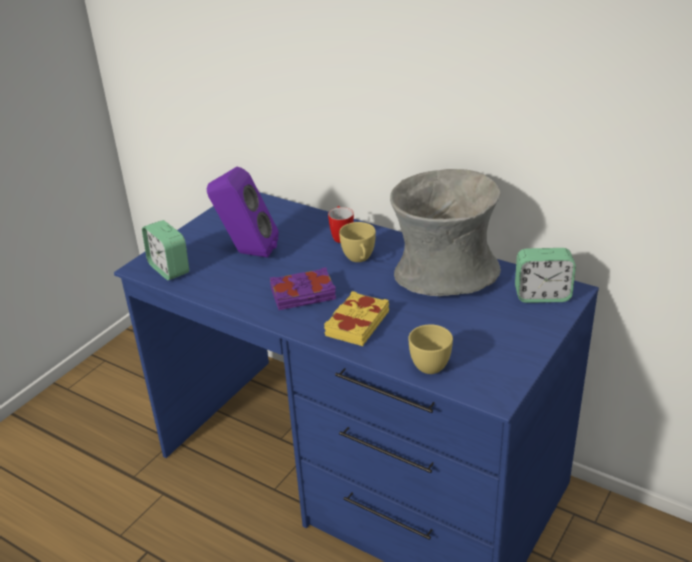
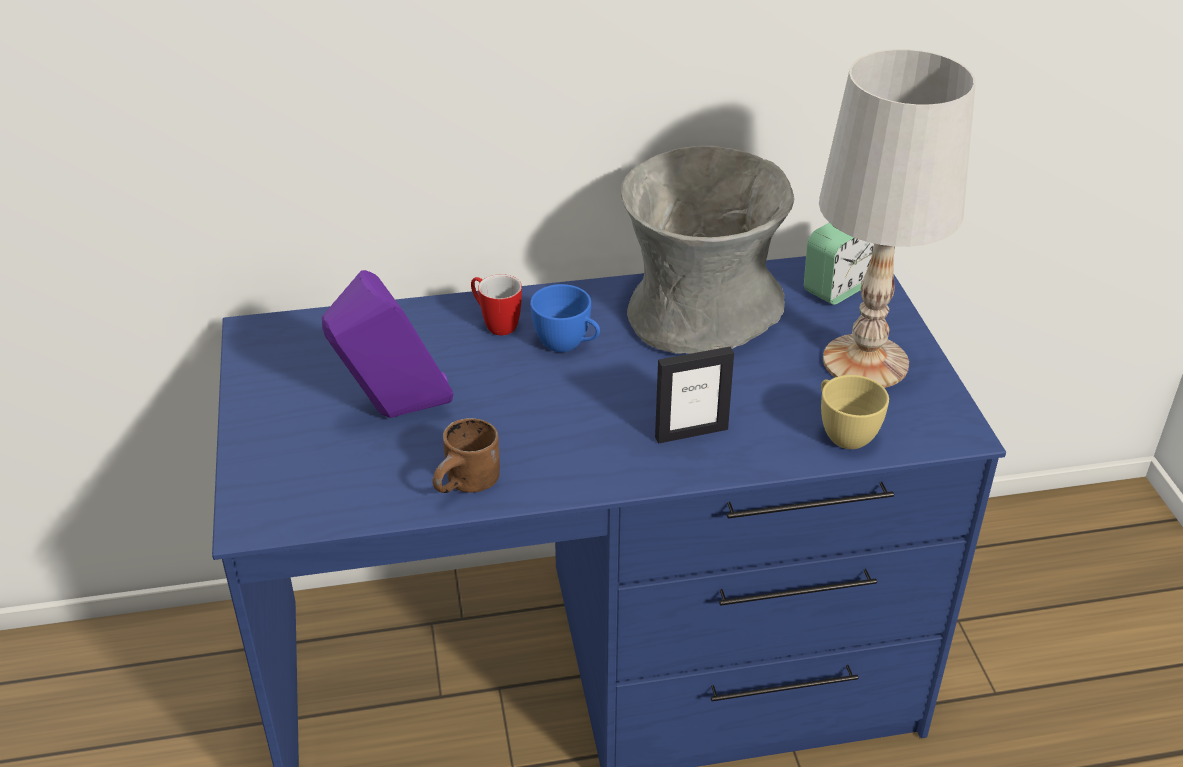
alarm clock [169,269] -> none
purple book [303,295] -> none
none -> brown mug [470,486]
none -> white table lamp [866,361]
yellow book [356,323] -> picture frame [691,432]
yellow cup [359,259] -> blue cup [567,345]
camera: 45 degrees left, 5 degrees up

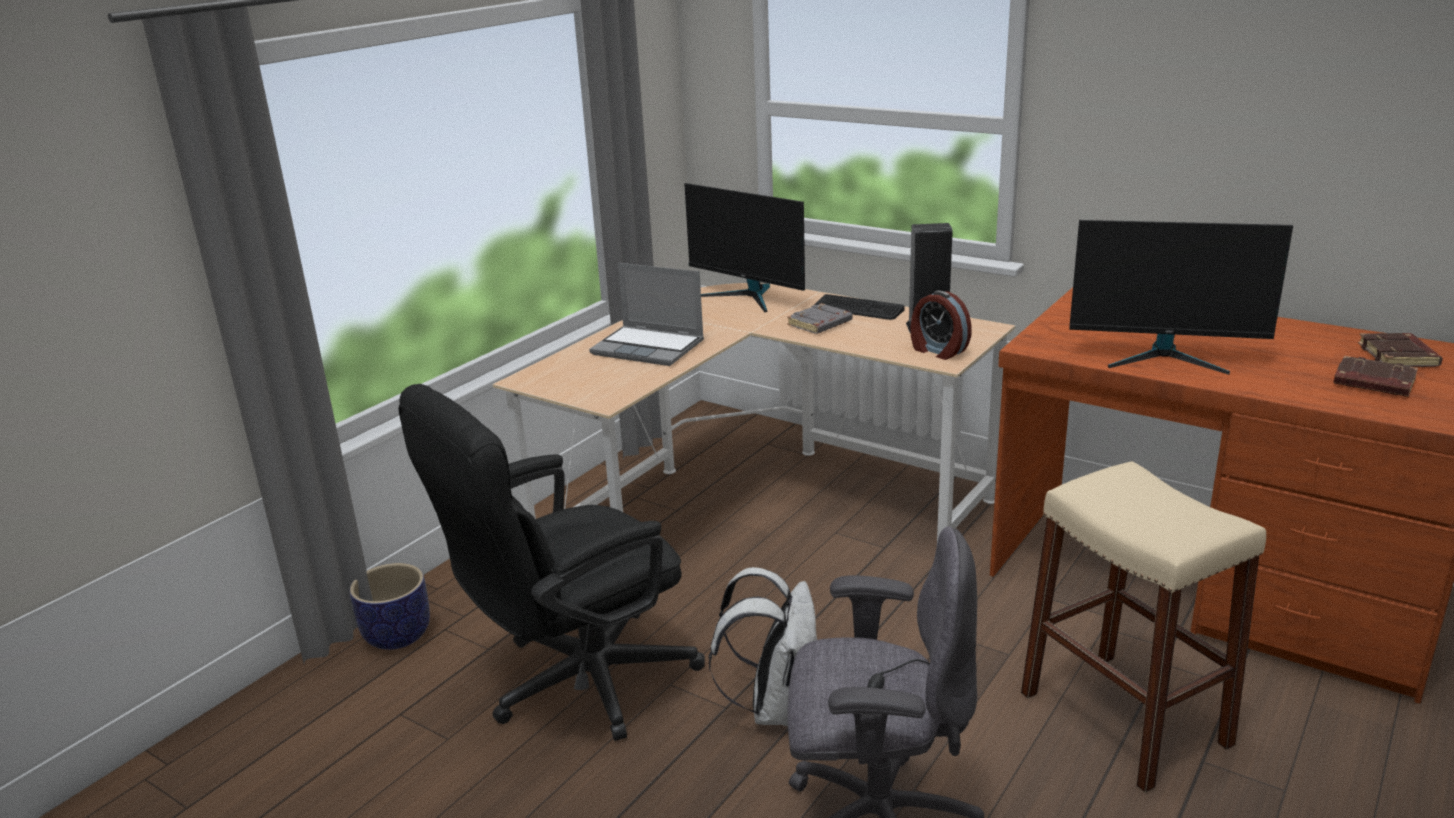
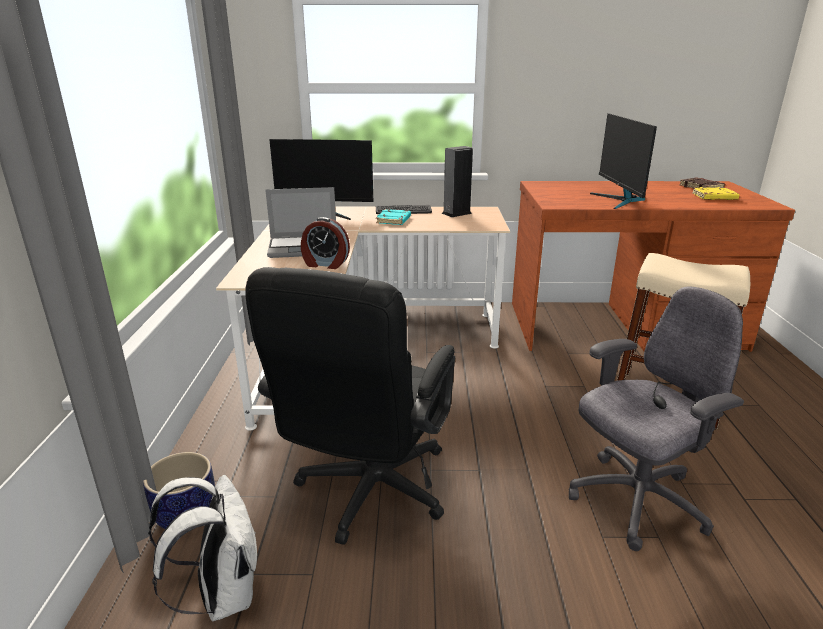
white backpack [775,706] -> white backpack [222,594], relocated
alarm clock [938,351] -> alarm clock [325,264], relocated
grey book [820,324] -> turquoise book [394,220]
brown book [1372,383] -> yellow book [714,197]
monitor [1165,357] -> monitor [620,200], 105 degrees clockwise
camera: 35 degrees left, 0 degrees up

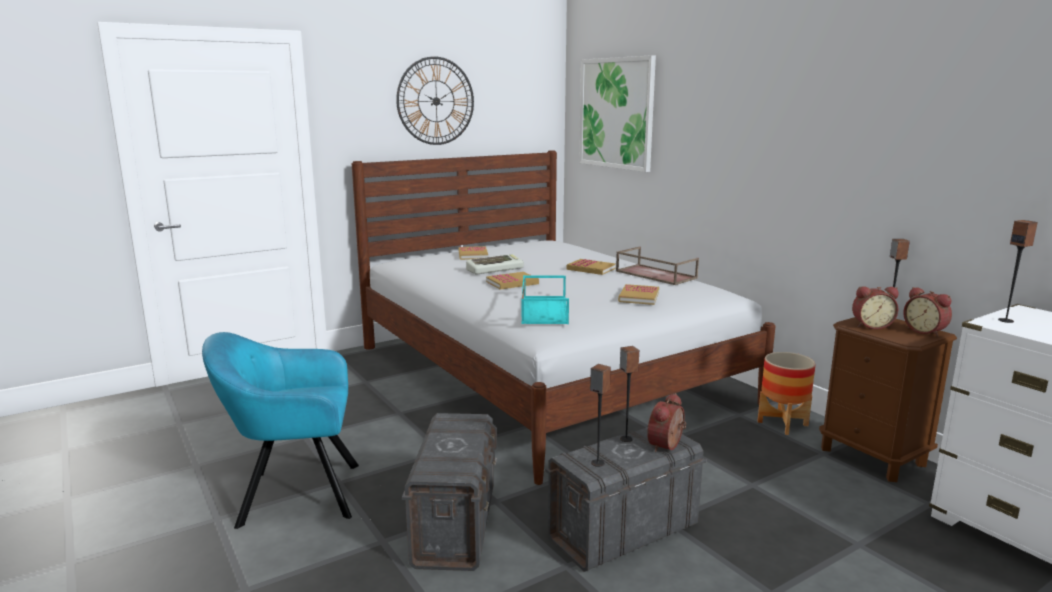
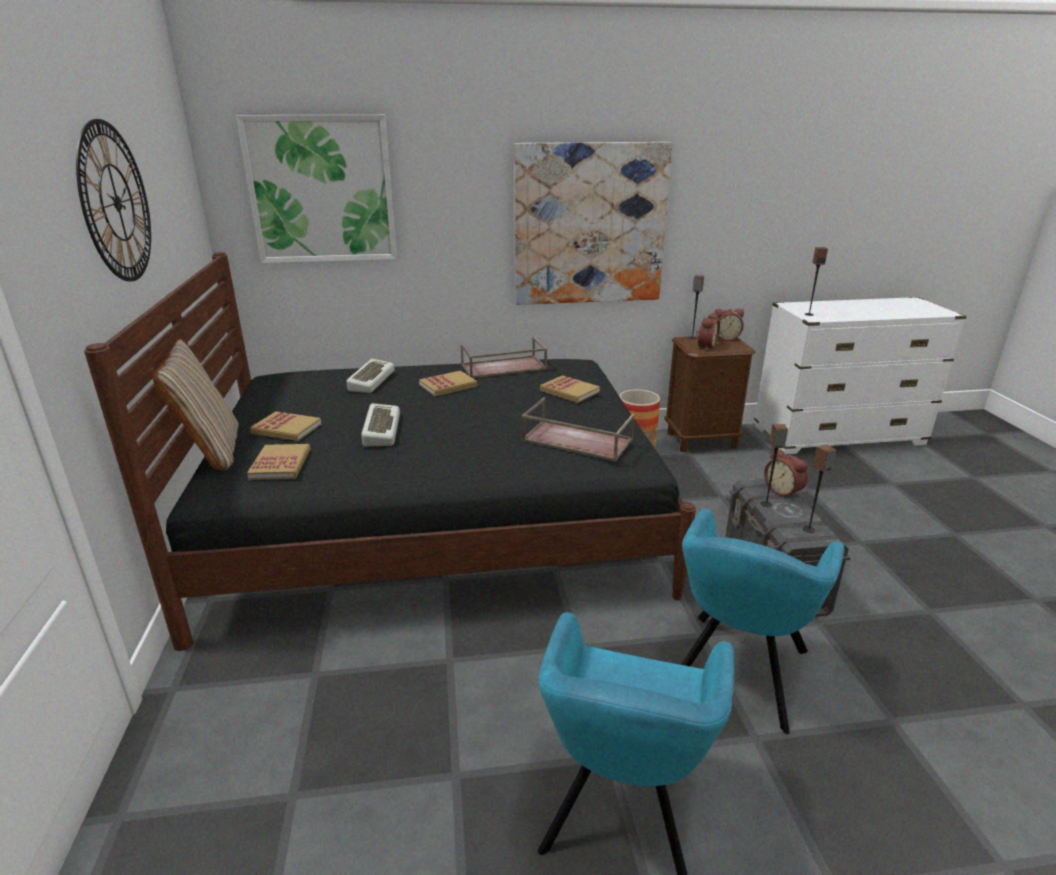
none -> beige pillow [210,451]
none -> keyboard [370,380]
none -> picture [590,225]
book [512,283] -> book [280,464], relocated
grey storage box [455,525] -> turquoise armchair [737,673]
white bed [546,373] -> black bed [437,522]
turquoise tray [543,309] -> brown tray [575,440]
camera: 65 degrees left, 10 degrees up

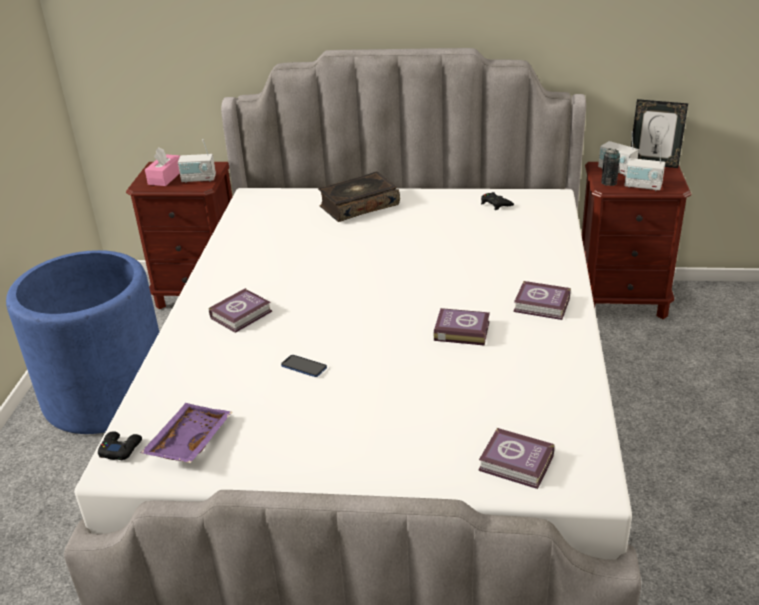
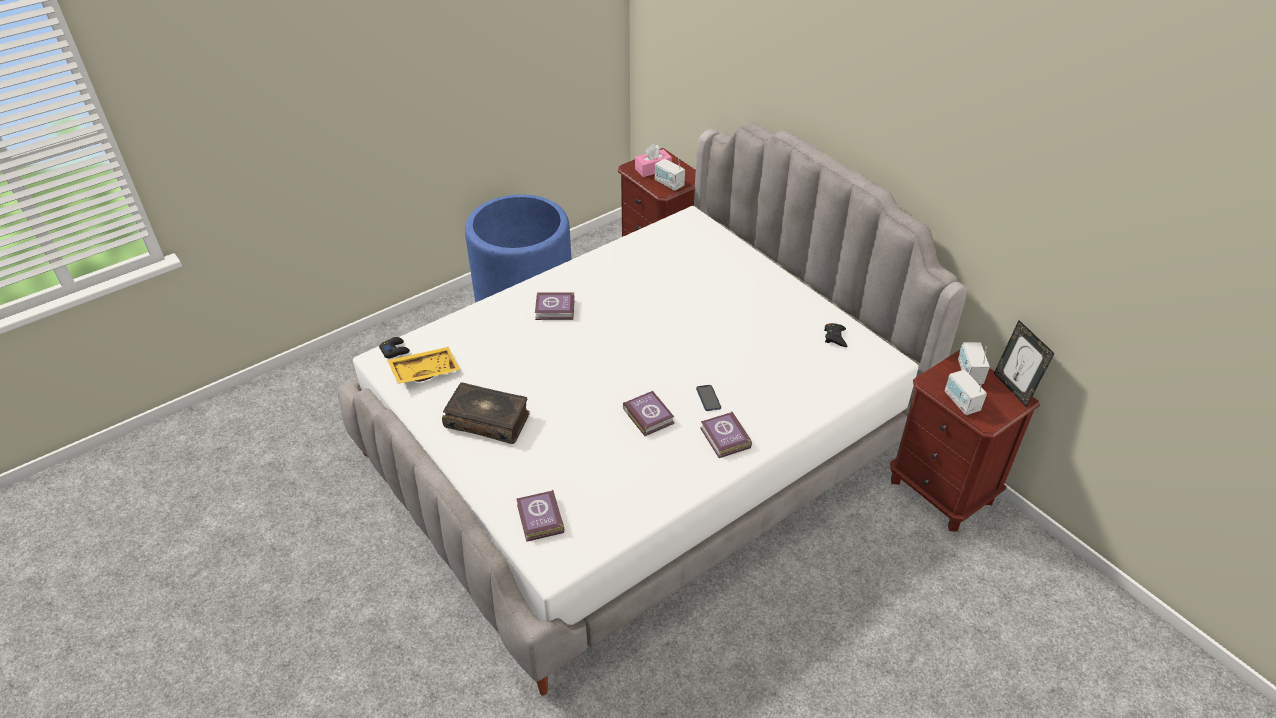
can [609,183] -> none
phone [304,367] -> phone [708,398], relocated
book [358,206] -> book [488,420], relocated
purple tray [188,441] -> yellow tray [424,371]
camera: 45 degrees right, 10 degrees up

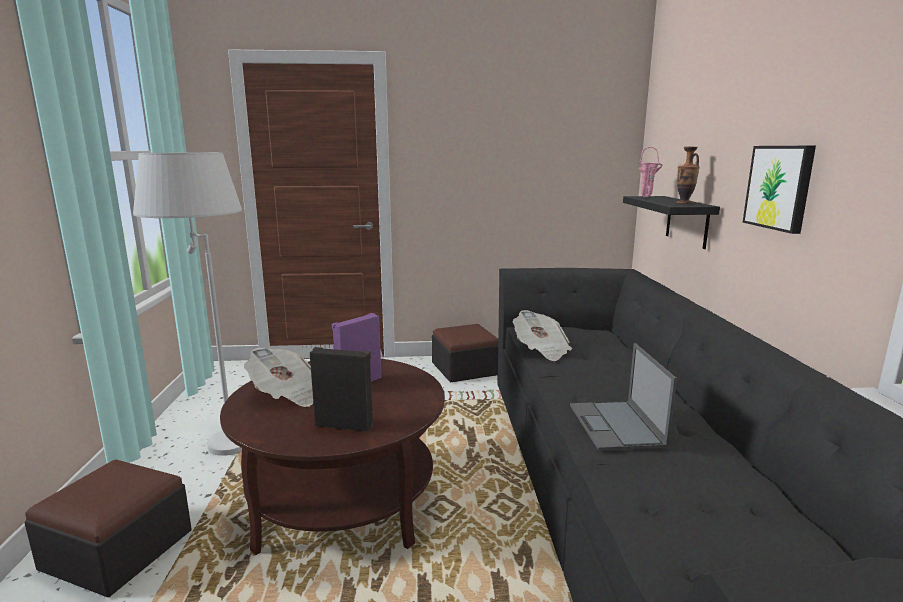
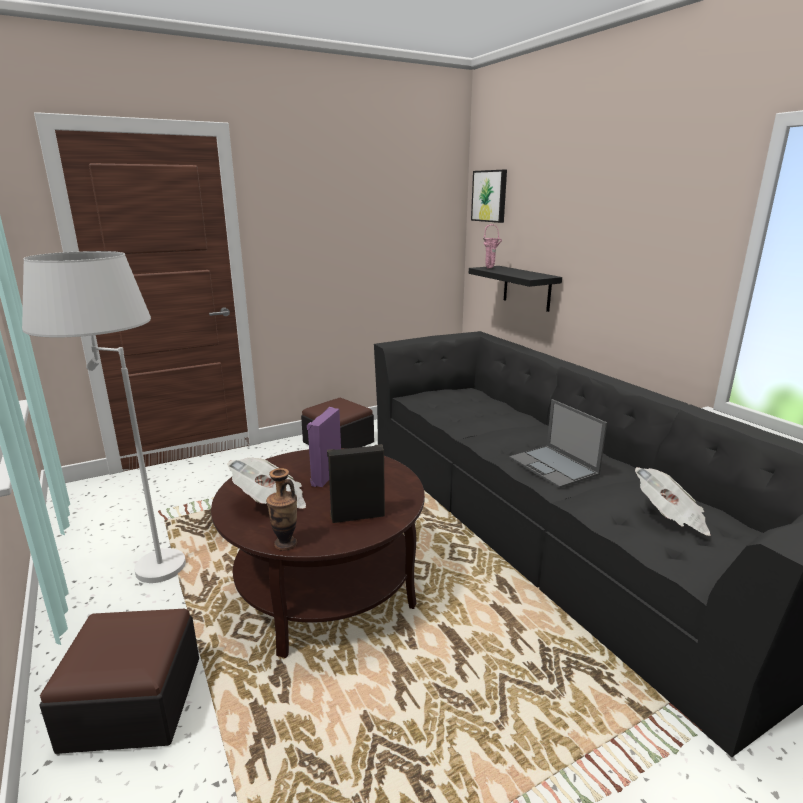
newspaper [541,350] -> newspaper [670,518], relocated
vase [684,203] -> vase [285,544], relocated
picture [780,187] -> picture [490,196], relocated
camera: 25 degrees left, 5 degrees up

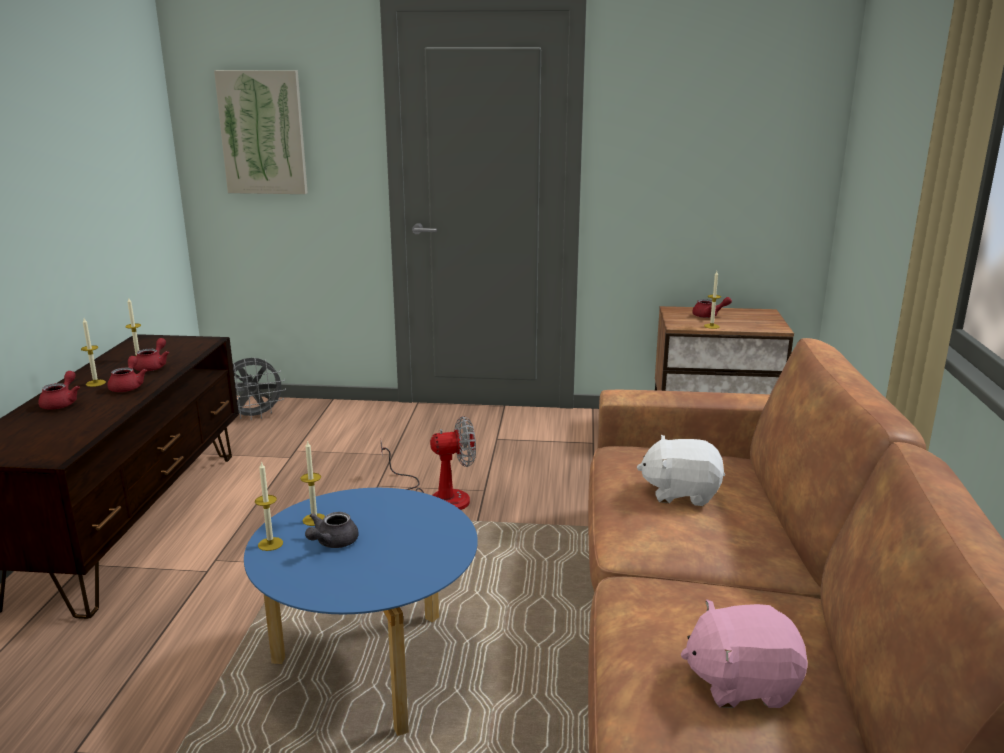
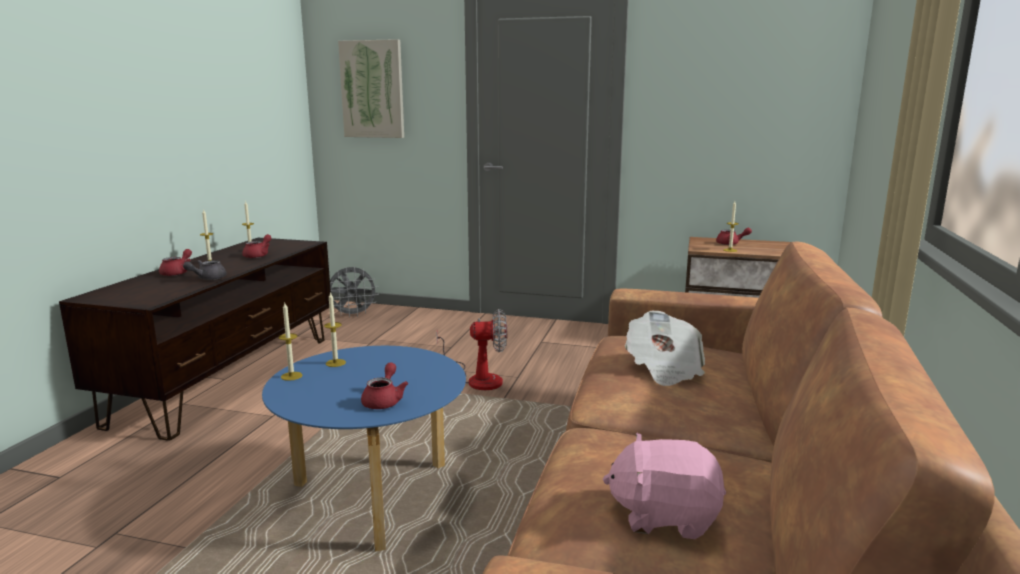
red teapot [128,386] -> red teapot [384,400], relocated
grey teapot [332,543] -> grey teapot [207,278], relocated
white plush toy [681,493] -> newspaper [664,369]
camera: 10 degrees right, 5 degrees down

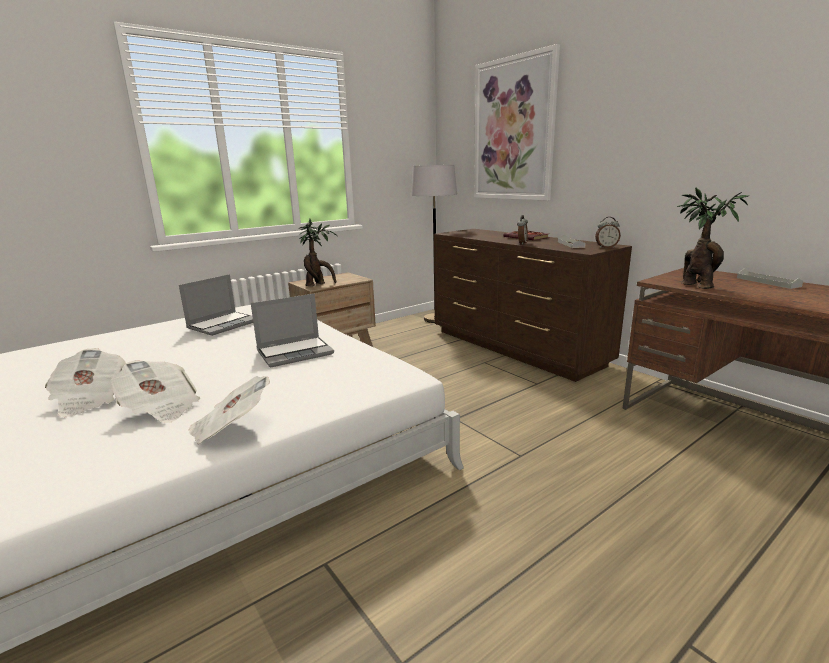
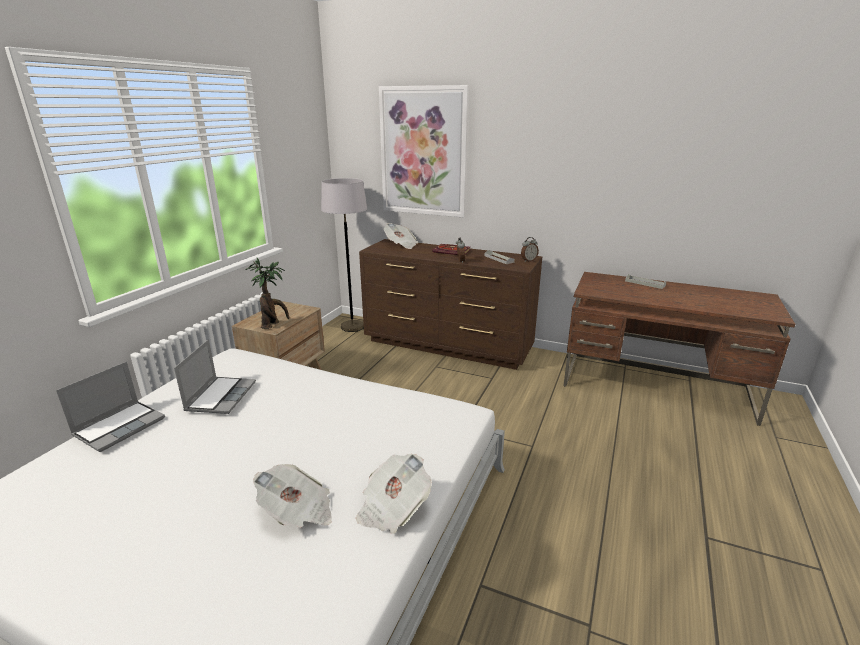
potted plant [695,285] -> none
newspaper [89,399] -> newspaper [401,245], relocated
laptop [296,352] -> laptop [120,426], relocated
camera: 30 degrees left, 5 degrees up

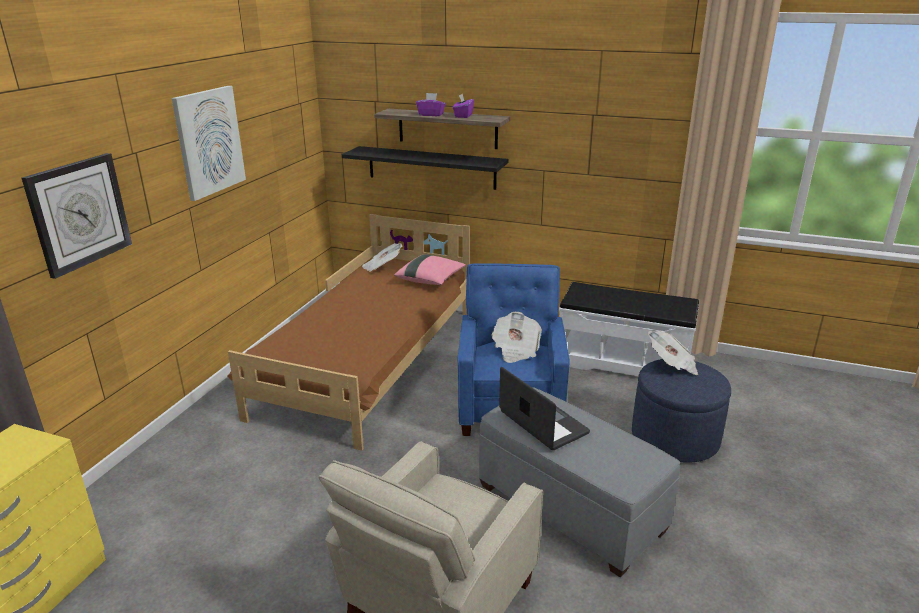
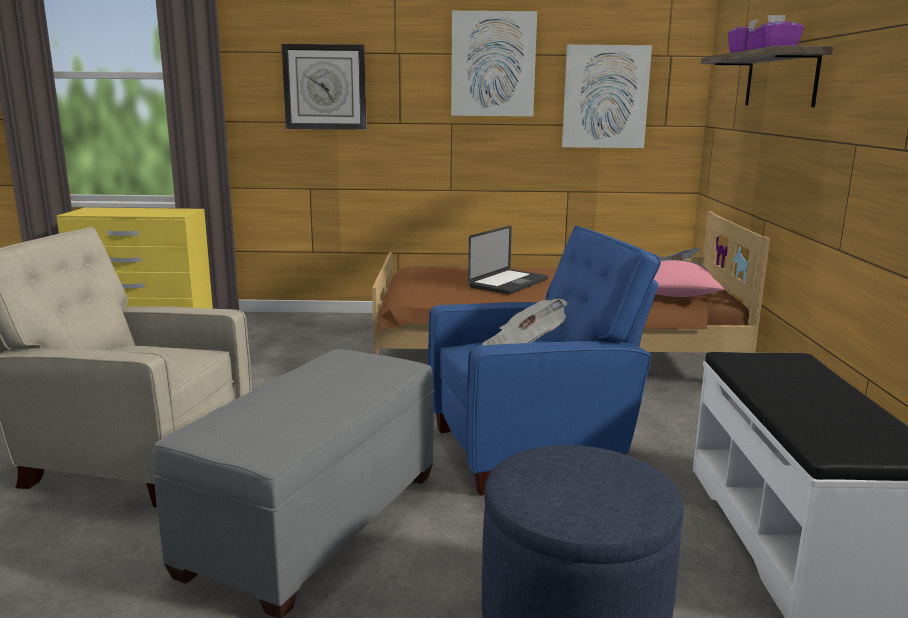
black shelf [431,167] -> none
newspaper [672,365] -> none
none -> picture [605,97]
laptop [543,422] -> laptop [509,283], relocated
camera: 70 degrees right, 10 degrees down

